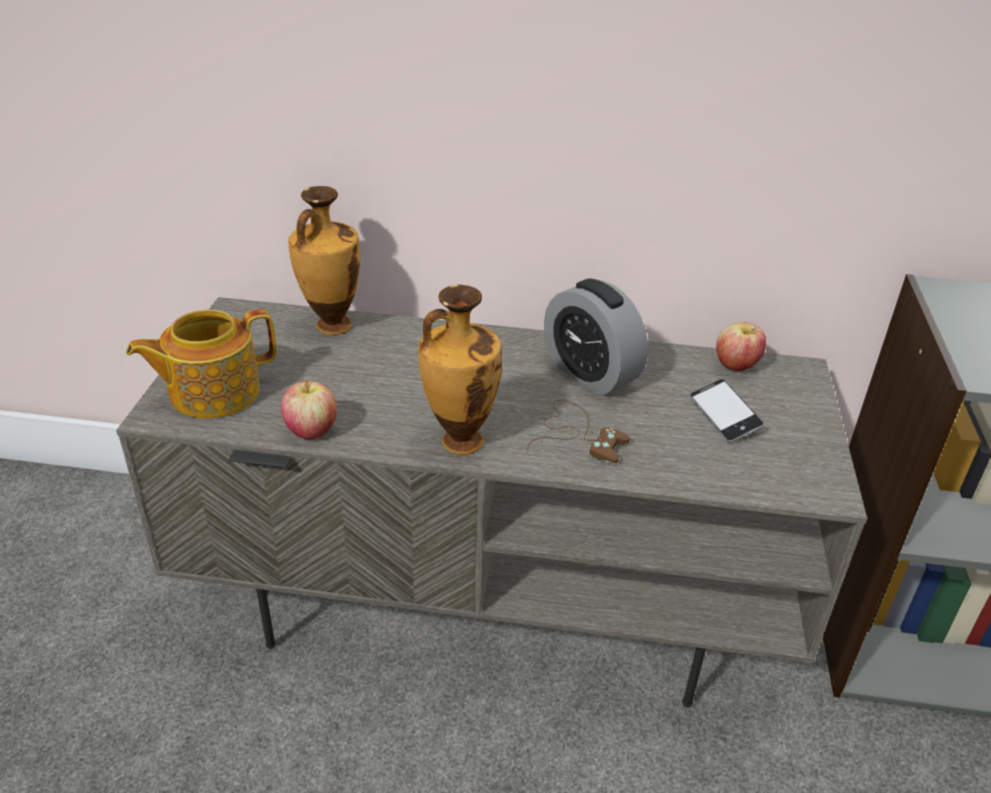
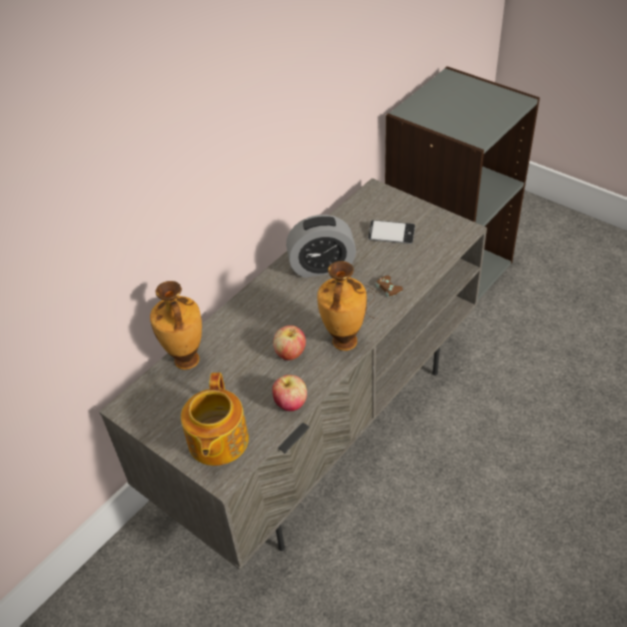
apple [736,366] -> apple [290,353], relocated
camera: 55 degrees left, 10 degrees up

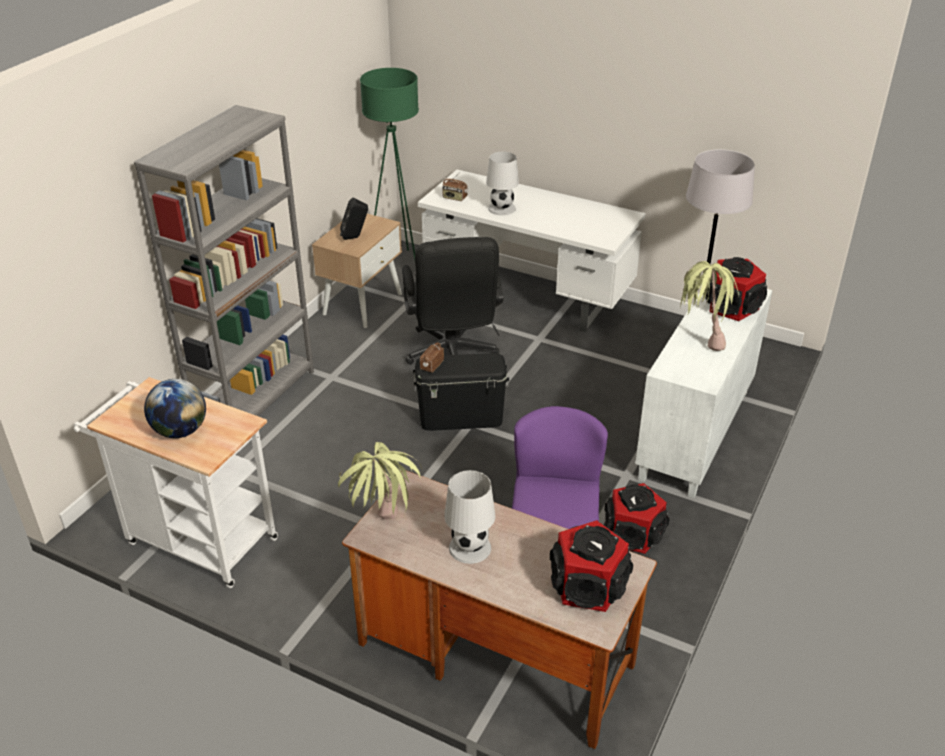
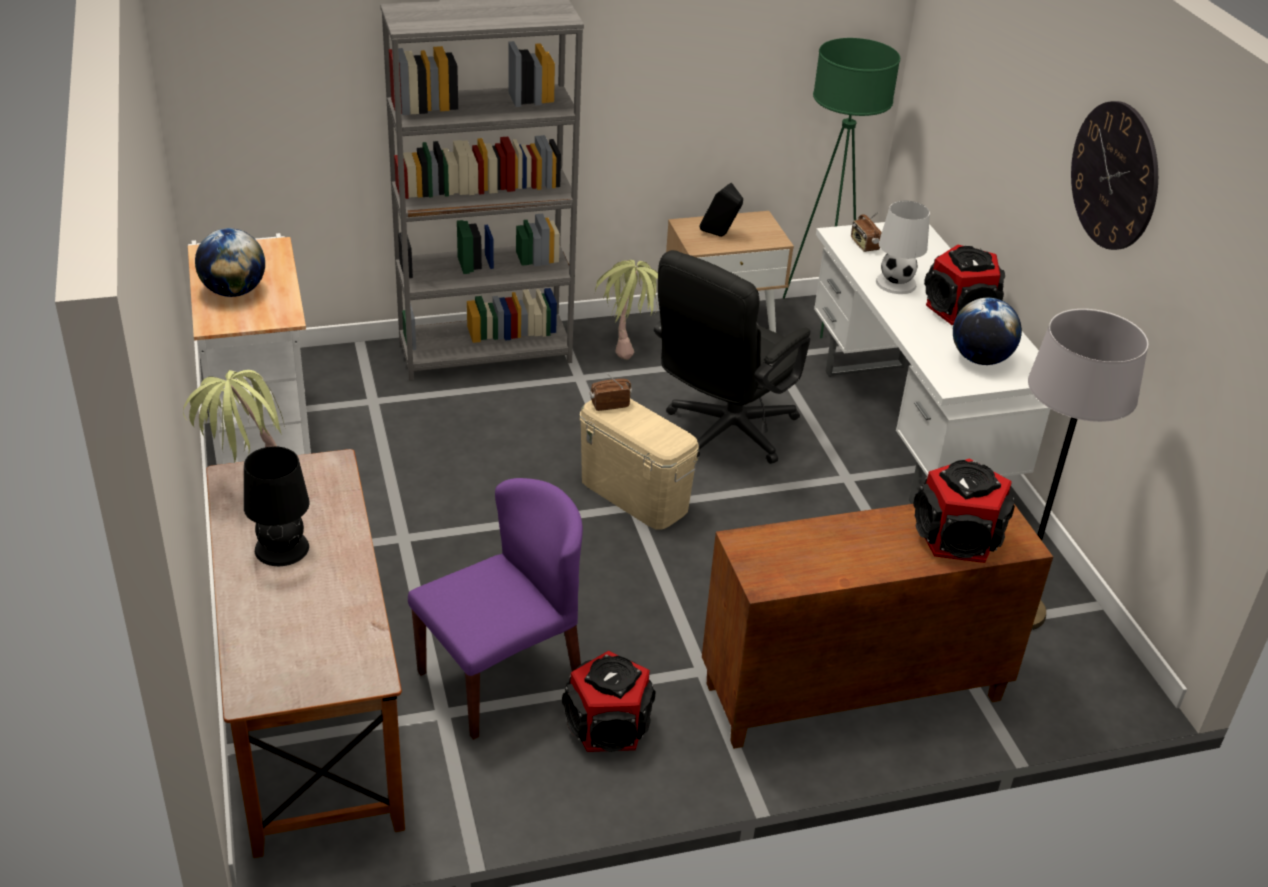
none -> globe [980,359]
none -> wall clock [1114,176]
speaker [587,586] -> speaker [960,309], relocated
potted plant [701,339] -> potted plant [628,345], relocated
black storage box [461,417] -> beige storage box [634,495]
white table lamp [469,547] -> black table lamp [281,547]
white cabinet [696,434] -> brown cabinet [852,694]
camera: 45 degrees right, 0 degrees up

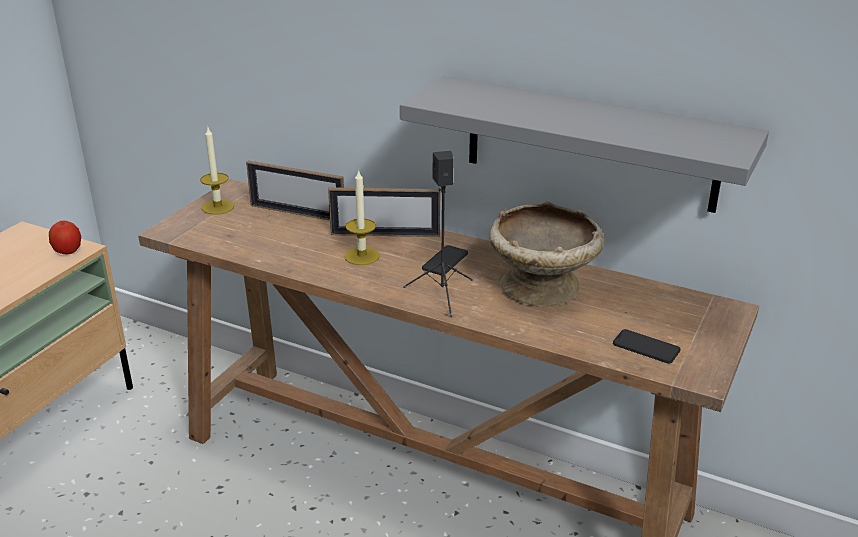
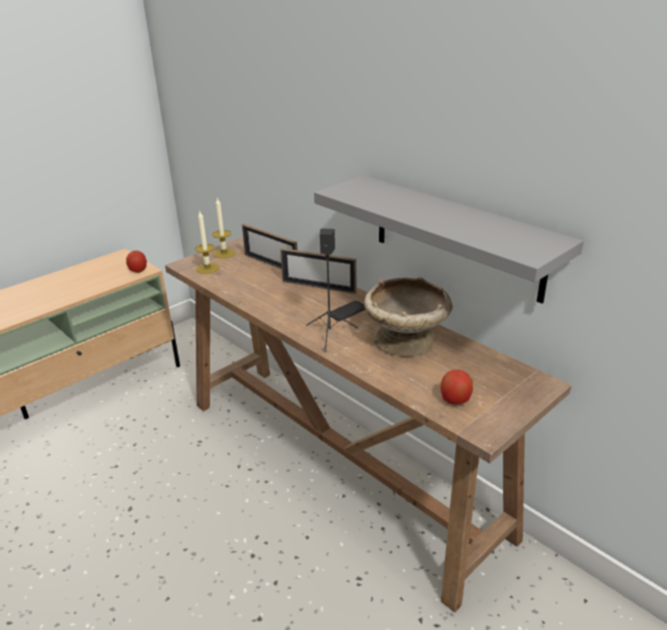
candle [362,256] -> candle [207,268], relocated
phone [646,347] -> apple [455,400]
camera: 20 degrees right, 0 degrees up

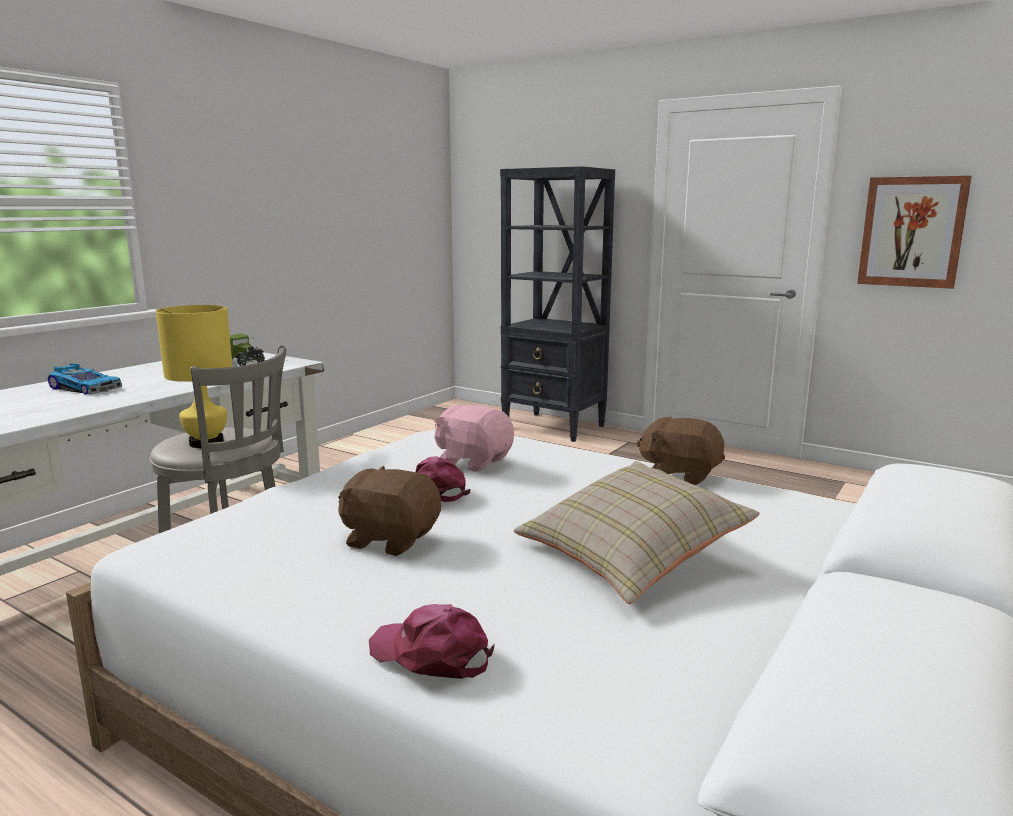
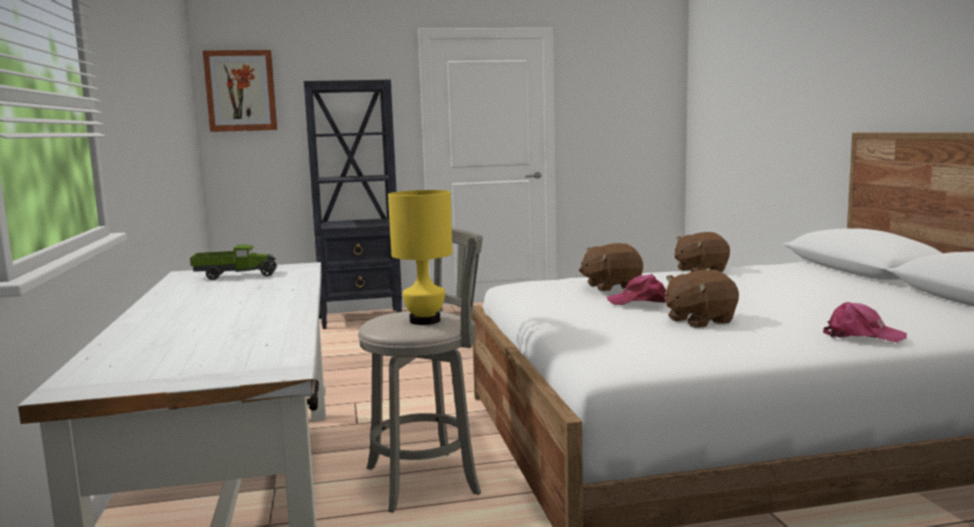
toy car [86,388] -> none
beige pillow [630,557] -> none
picture [912,232] -> picture [241,91], relocated
pink plush toy [473,461] -> brown plush toy [611,287]
pink cap [431,654] -> pink cap [862,335], 150 degrees counterclockwise
camera: 45 degrees left, 5 degrees down

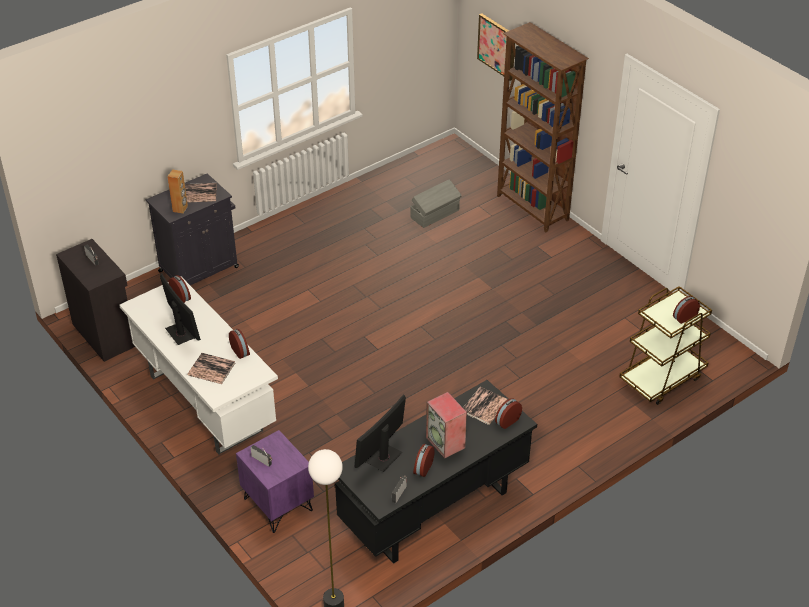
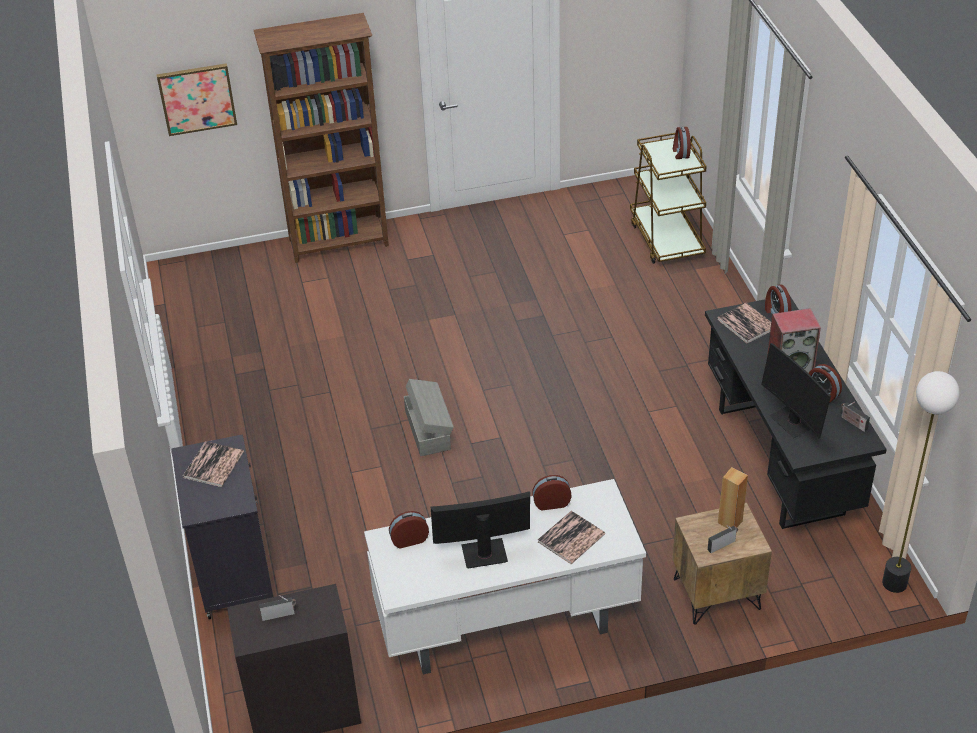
brown speaker [180,209] -> brown speaker [730,522], relocated
grey storage box [435,214] -> grey storage box [428,429], relocated
purple nightstand [277,504] -> brown nightstand [716,594]
camera: 65 degrees left, 0 degrees up

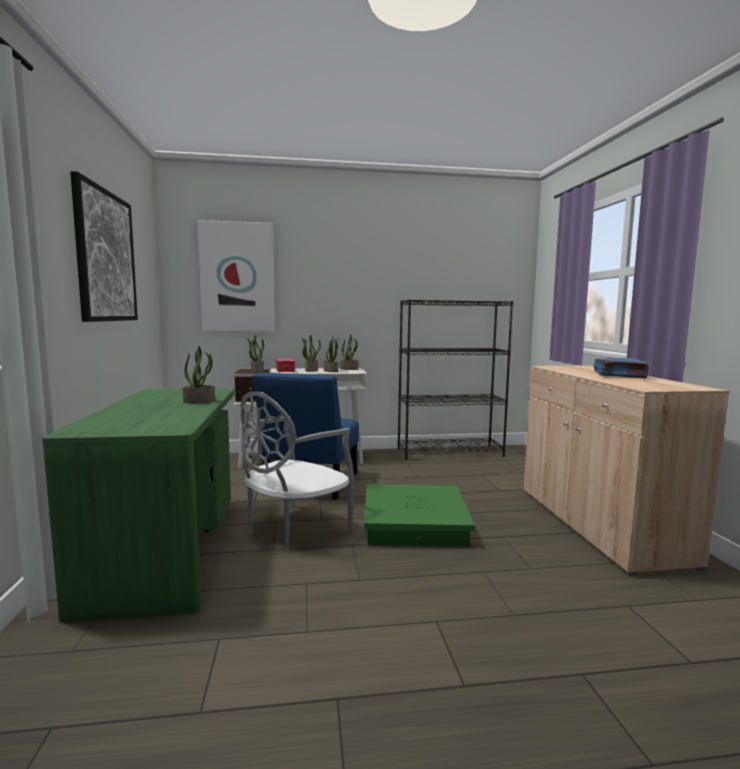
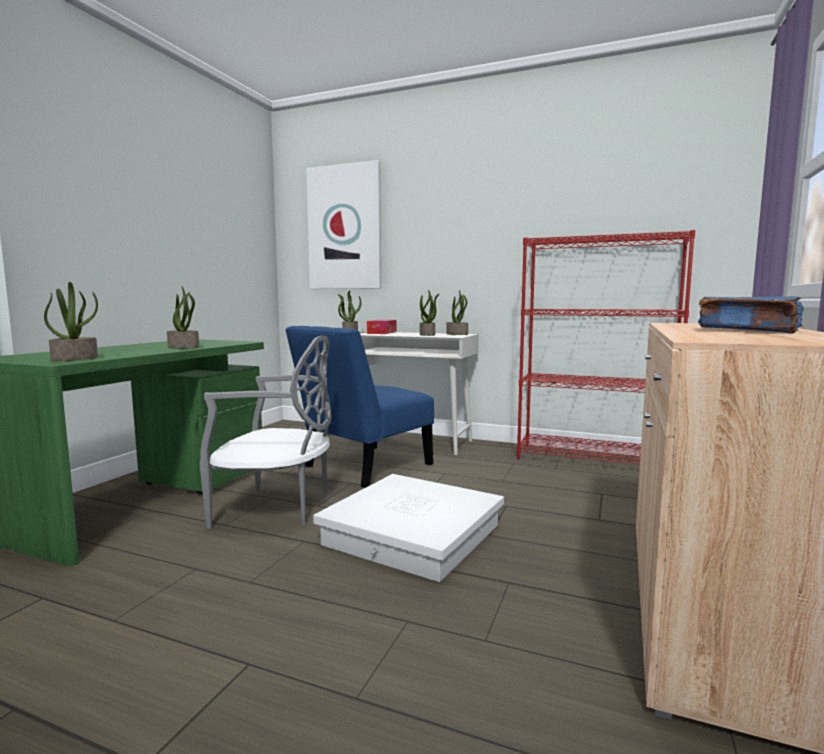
picture [105,256] -> none
potted plant [311,370] -> potted plant [75,359], relocated
green storage box [415,523] -> white storage box [413,534]
black bookcase [450,452] -> red bookcase [594,459]
grey chair [294,528] -> grey chair [276,509], 150 degrees counterclockwise
camera: 30 degrees right, 0 degrees up

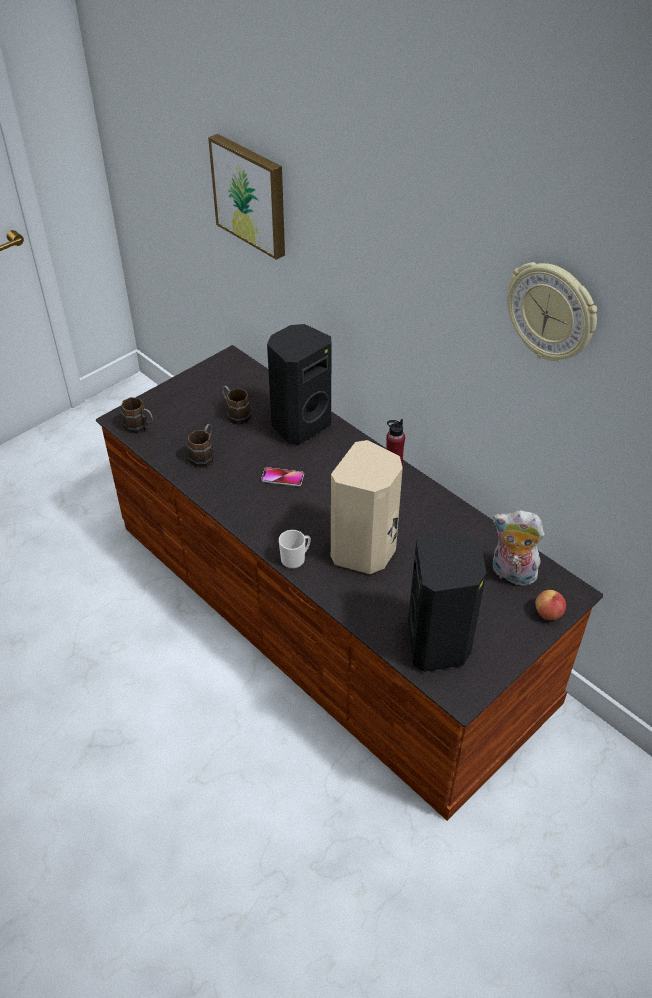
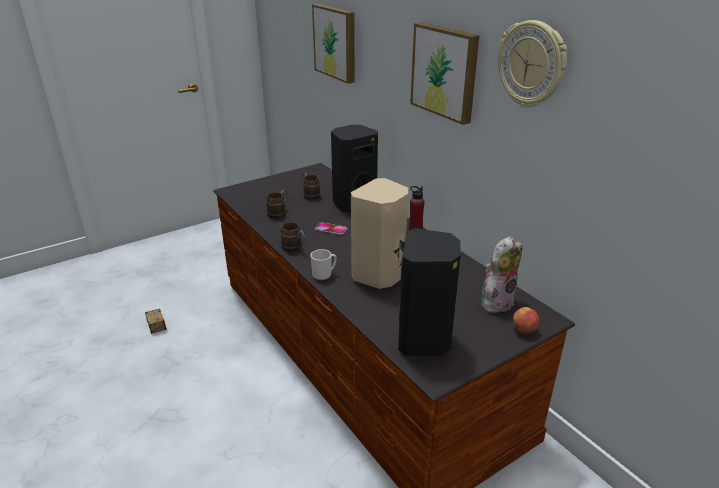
none -> storage box [159,334]
none -> picture [445,71]
brown mug [140,428] -> brown mug [295,249], relocated
plush toy [511,574] -> plush toy [496,301], 105 degrees clockwise
camera: 10 degrees right, 15 degrees down

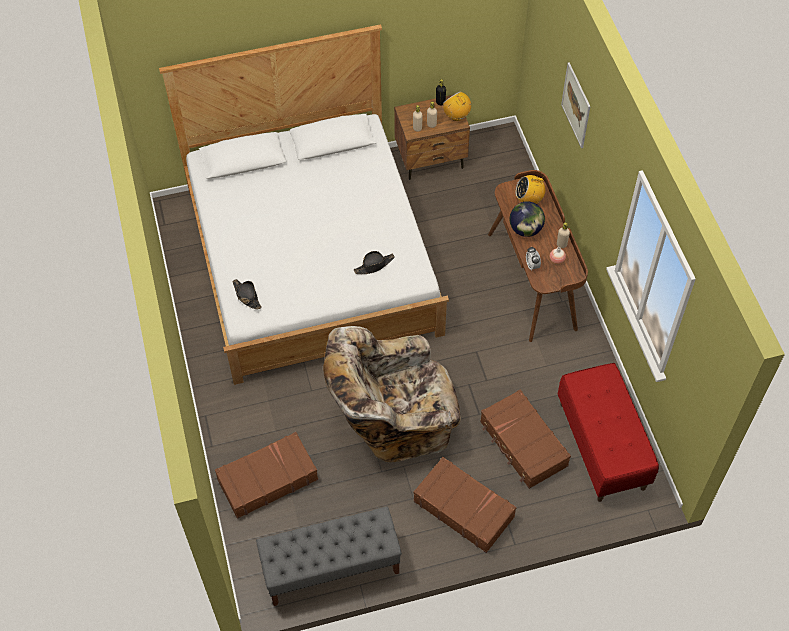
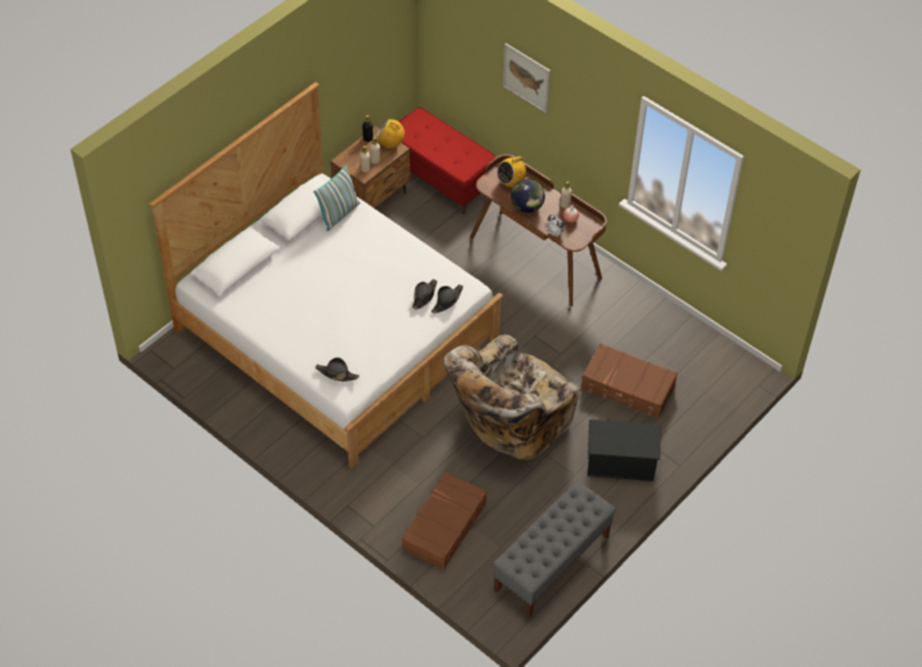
none -> pillow [339,214]
none -> black hat [447,301]
red bench [602,446] -> red bench [441,178], relocated
brown suitcase [464,508] -> black storage box [620,460]
camera: 35 degrees left, 5 degrees down

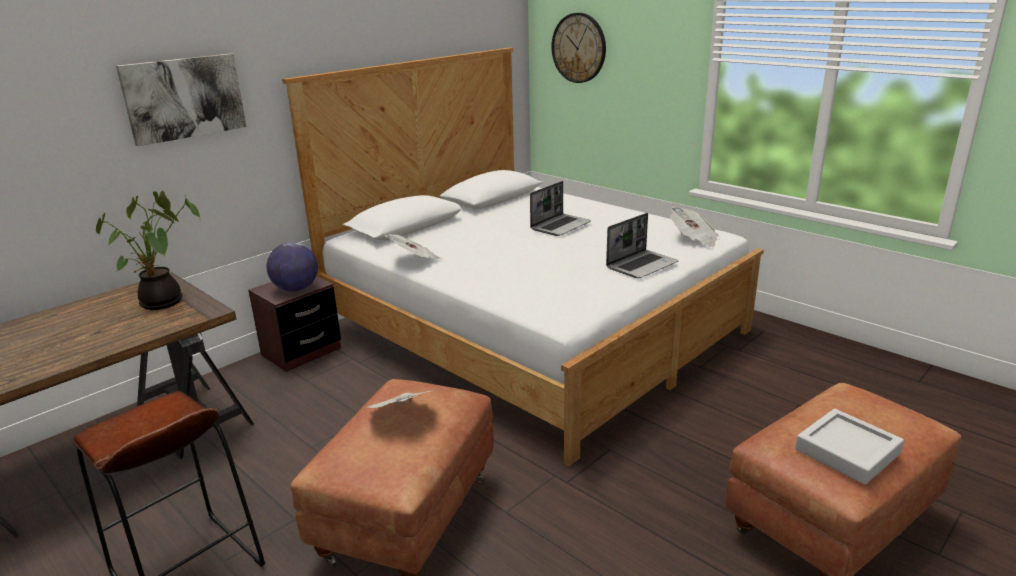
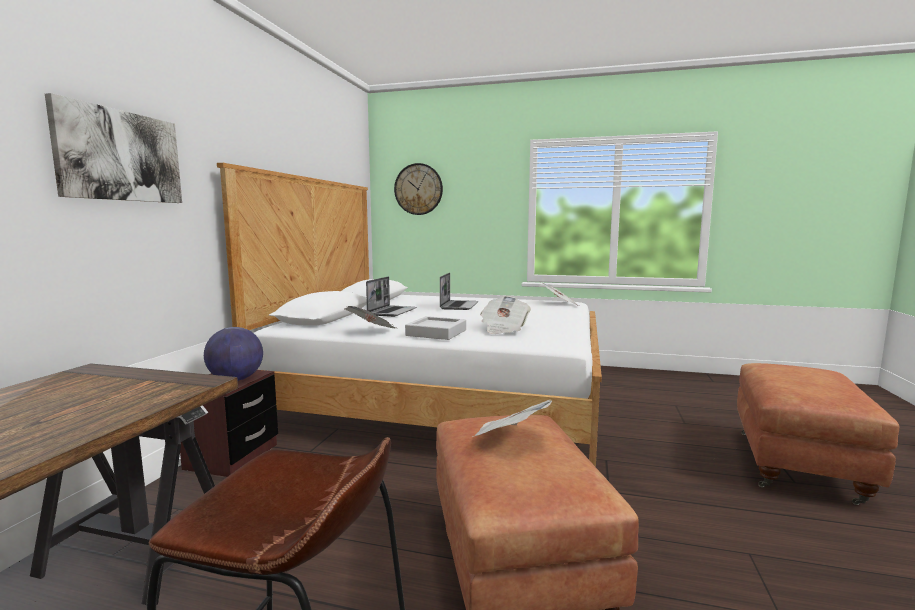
potted plant [164,303] -> none
none -> newspaper [503,329]
laptop [642,265] -> laptop [392,312], relocated
grey tray [847,451] -> grey tray [436,333], relocated
camera: 30 degrees left, 15 degrees down

